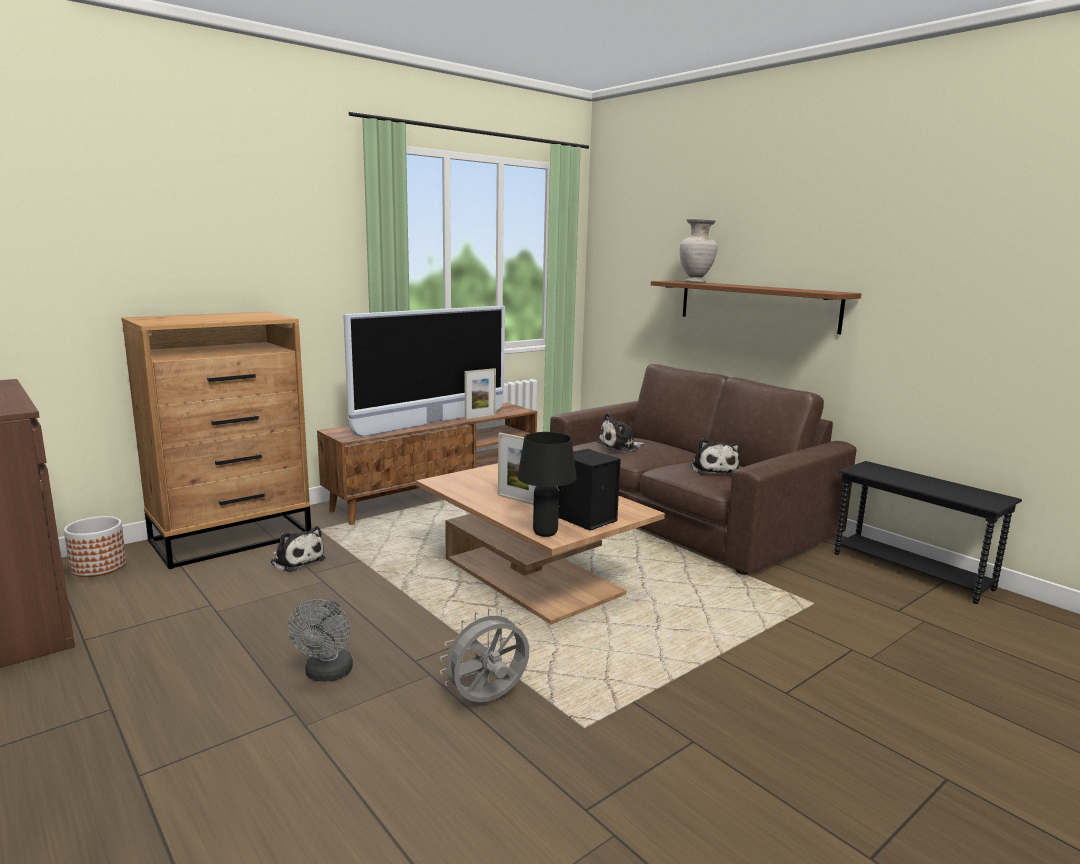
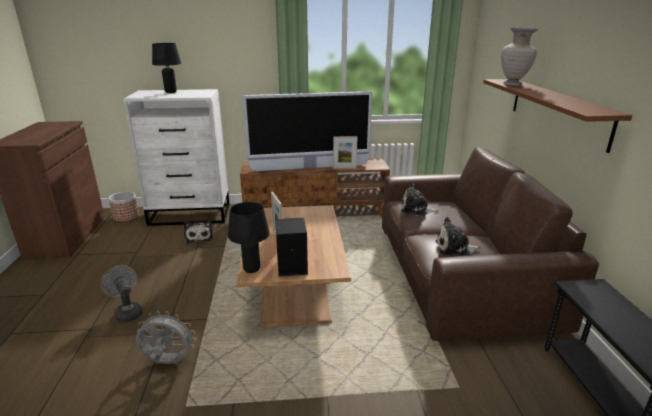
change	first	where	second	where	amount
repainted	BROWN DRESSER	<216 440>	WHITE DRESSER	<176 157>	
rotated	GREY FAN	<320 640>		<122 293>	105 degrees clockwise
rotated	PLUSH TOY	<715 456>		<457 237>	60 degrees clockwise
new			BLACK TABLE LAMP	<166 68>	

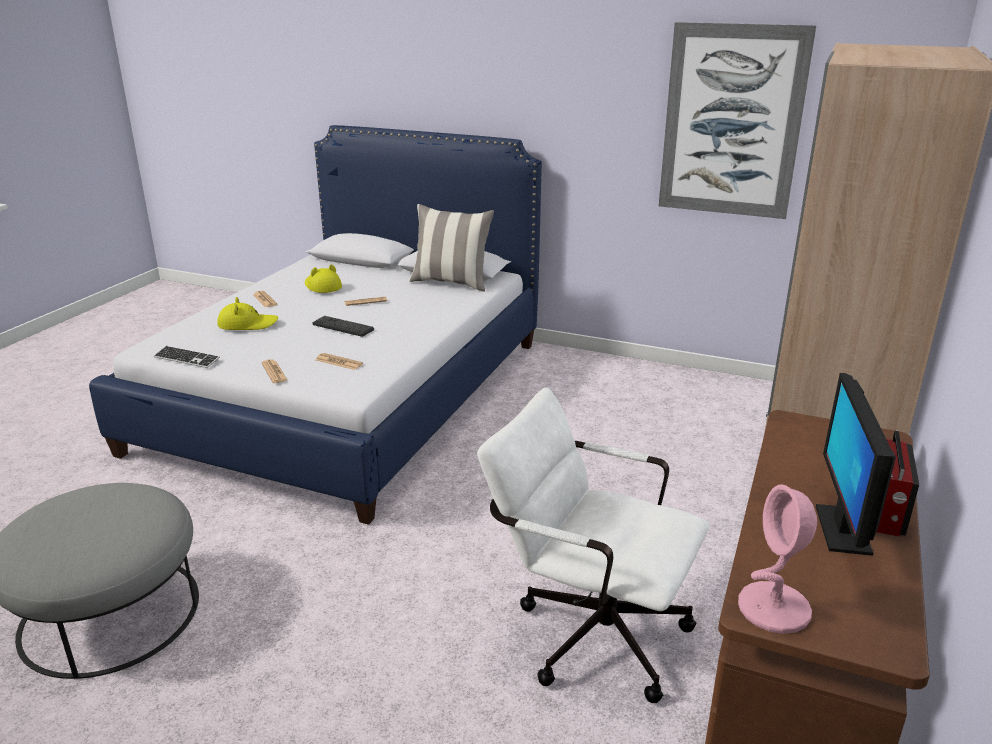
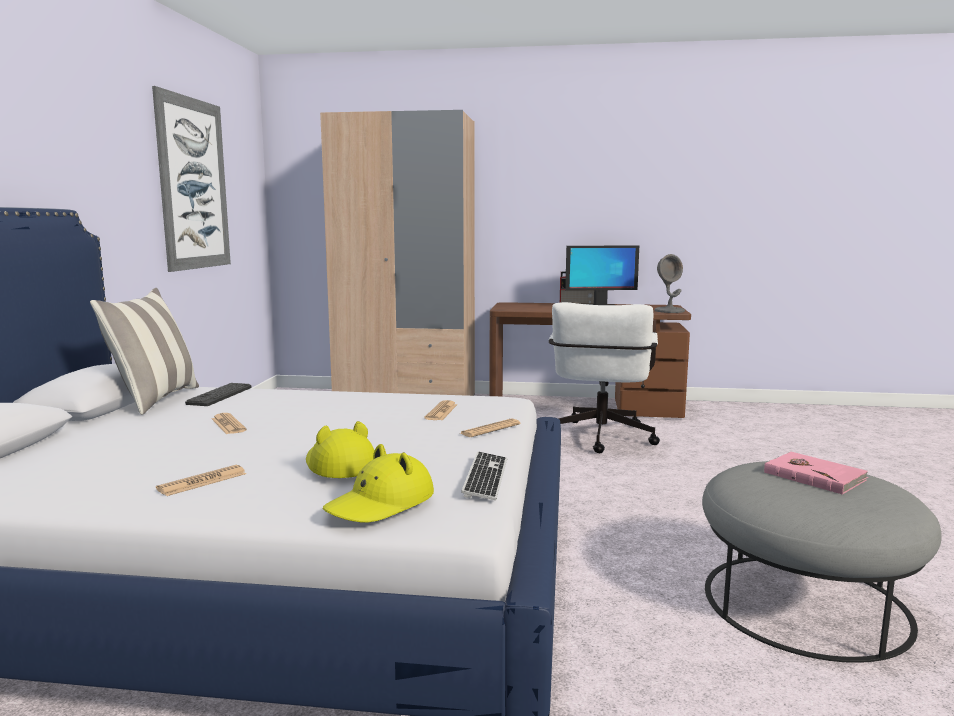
change	first	where	second	where	amount
shifted	YELLOW HAT	<323 279>		<378 483>	
shifted	KEYBOARD	<343 326>		<218 394>	
repainted	PINK TABLE LAMP	<777 559>	GREY TABLE LAMP	<670 283>	
new			PINK BOOK	<816 473>	

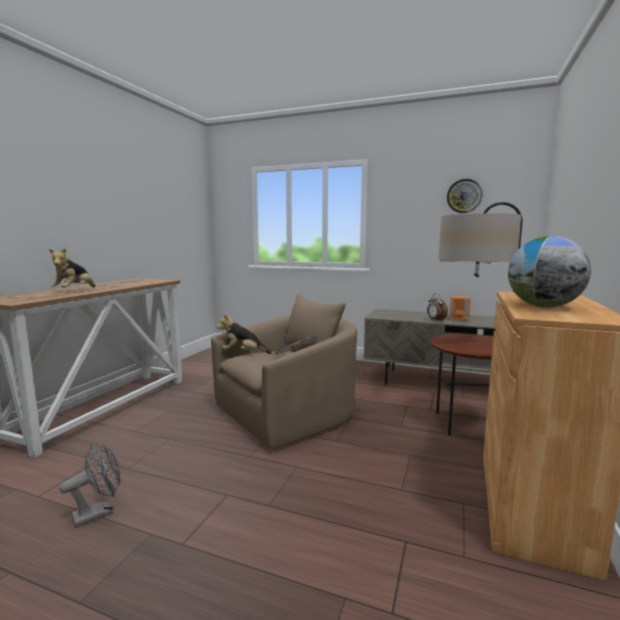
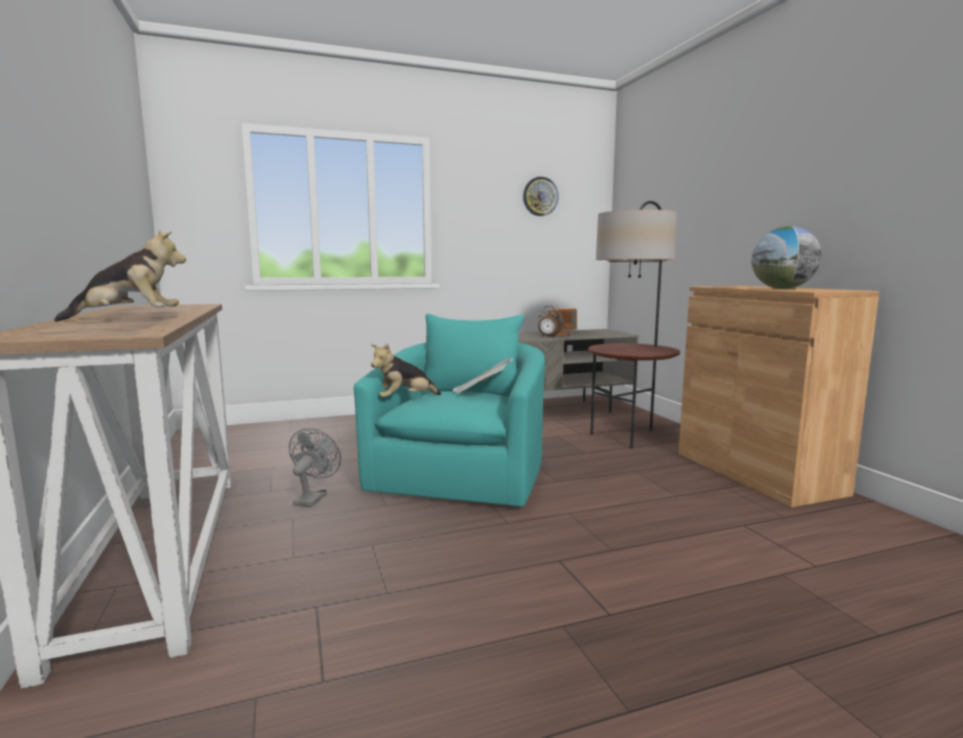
change	first	where	second	where	amount
rotated	PLUSH TOY	<72 267>		<120 275>	75 degrees counterclockwise
shifted	GREY FAN	<90 484>		<315 467>	
repainted	BEIGE ARMCHAIR	<284 371>	TURQUOISE ARMCHAIR	<449 410>	

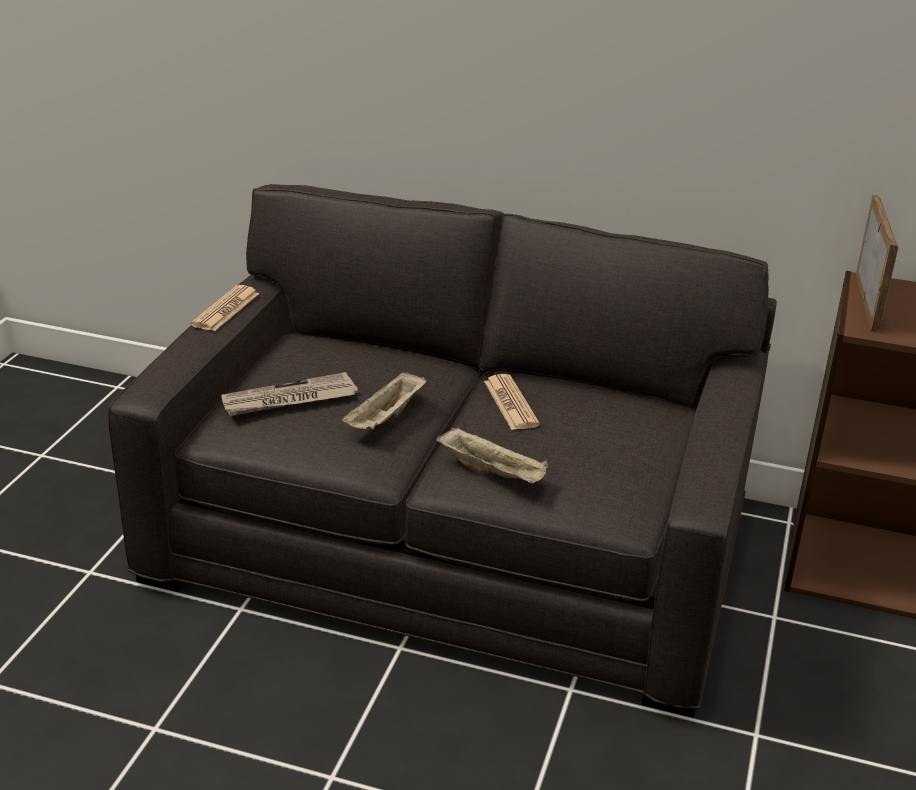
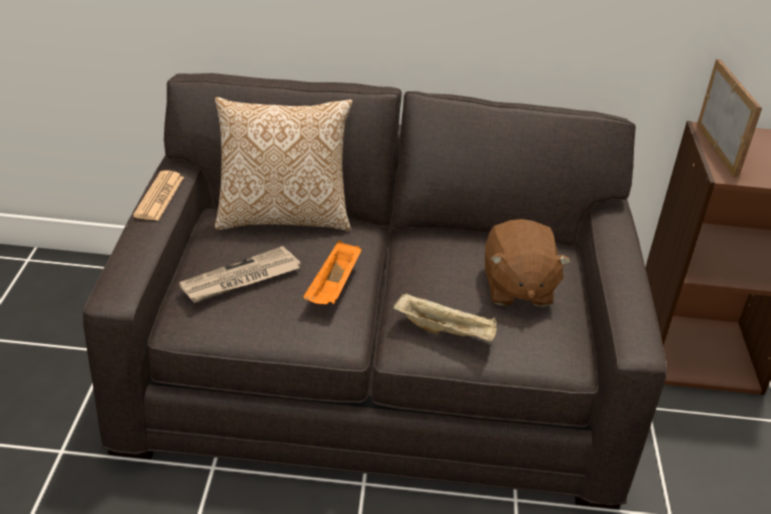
change	first	where	second	where	amount
repainted	BEIGE TRAY	<384 399>	ORANGE TRAY	<332 272>	
gone	NEWSPAPER	<512 402>			
new			PILLOW	<284 164>	
new			BROWN PLUSH TOY	<528 263>	

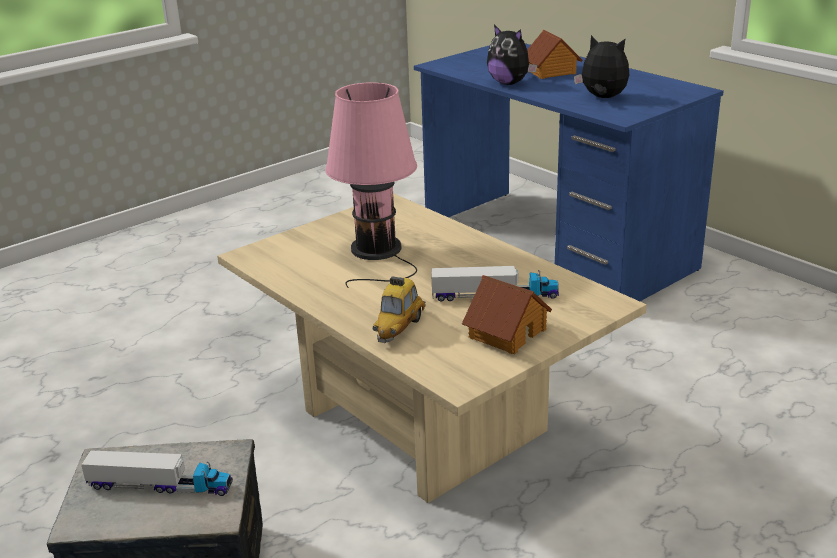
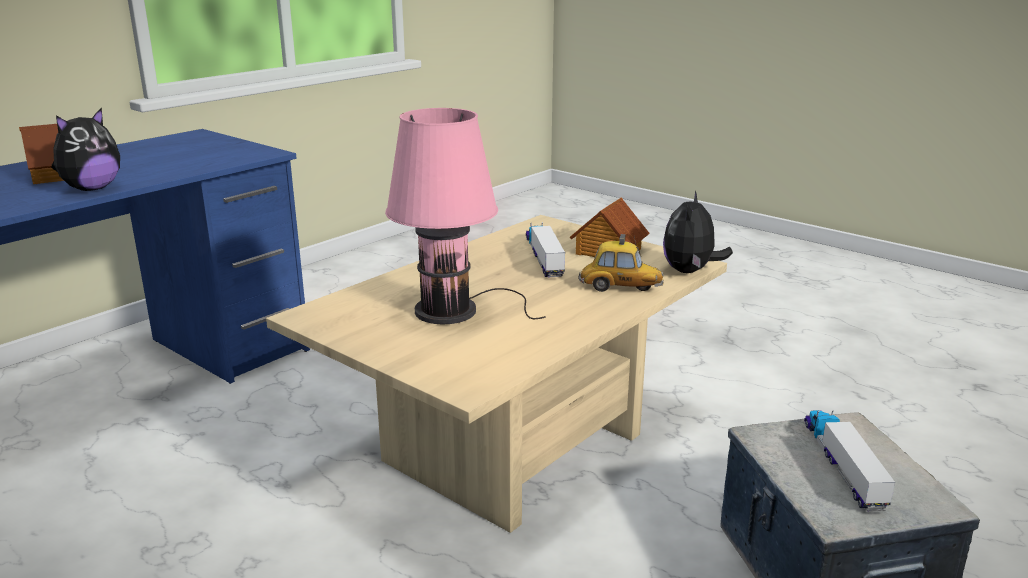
change	first	where	second	where	amount
shifted	PLUSH TOY	<601 66>		<698 232>	

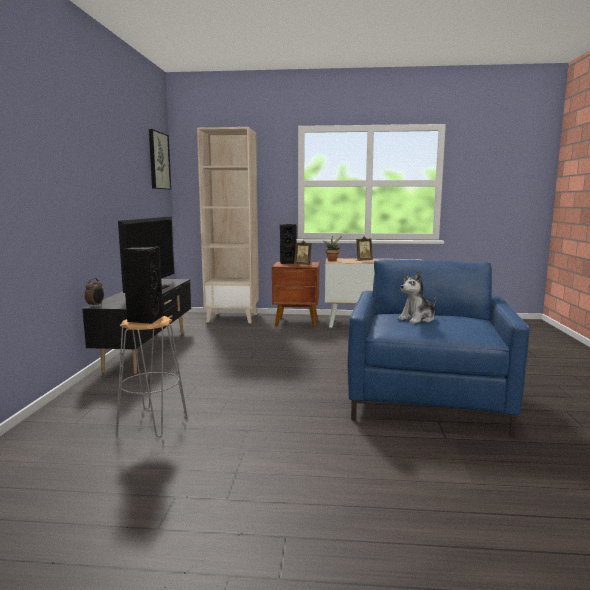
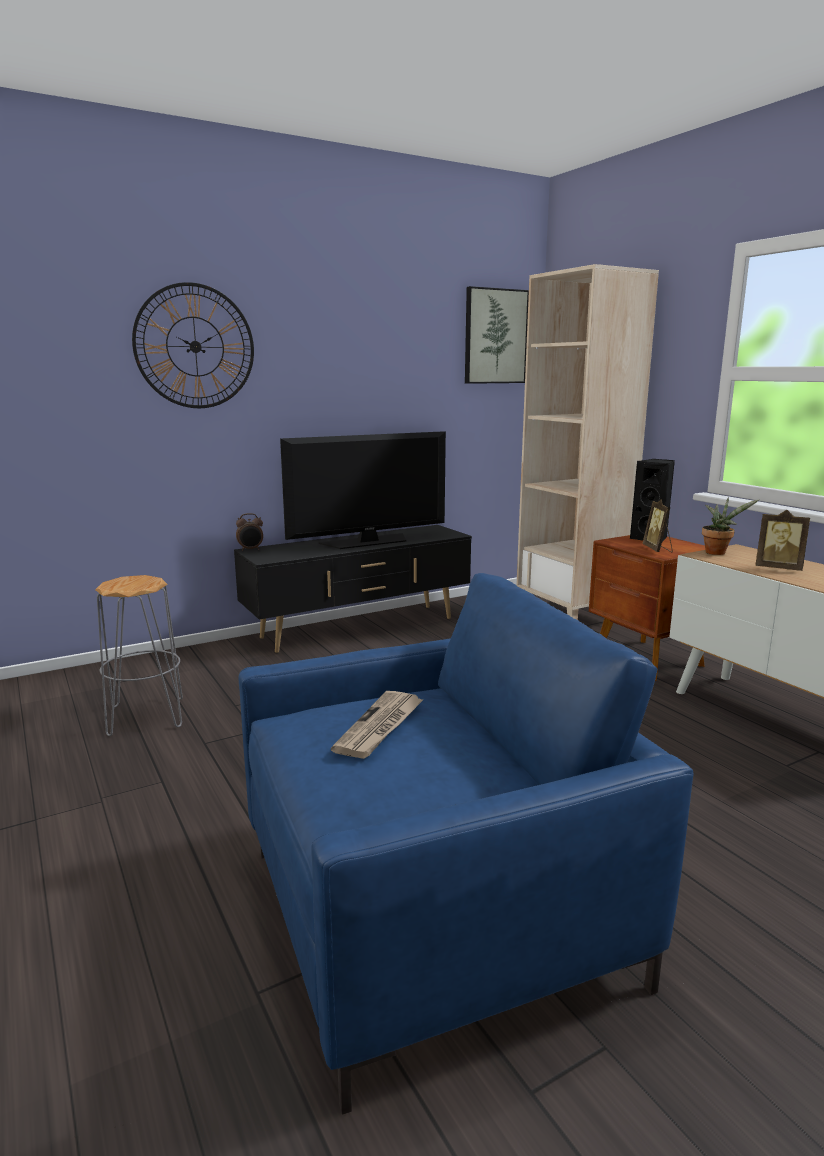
change	first	where	second	where	amount
gone	BLACK SPEAKER	<142 285>			
swapped	PLUSH TOY	<416 297>	NEWSPAPER	<377 725>	
new			WALL CLOCK	<193 345>	

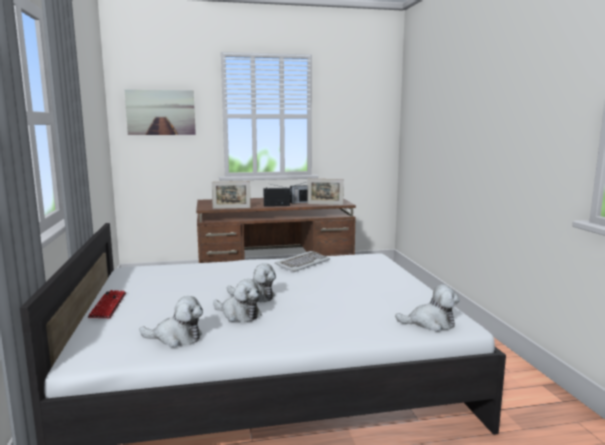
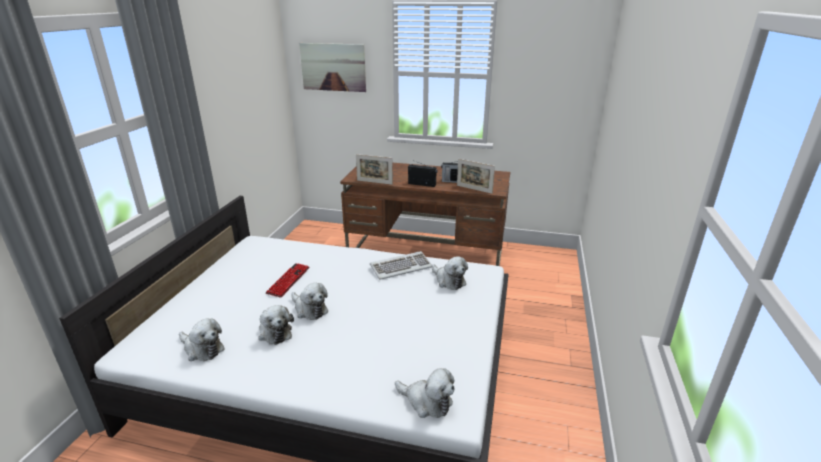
change	first	where	second	where	amount
shifted	KEYBOARD	<107 304>		<288 280>	
new			PLUSH TOY	<450 273>	

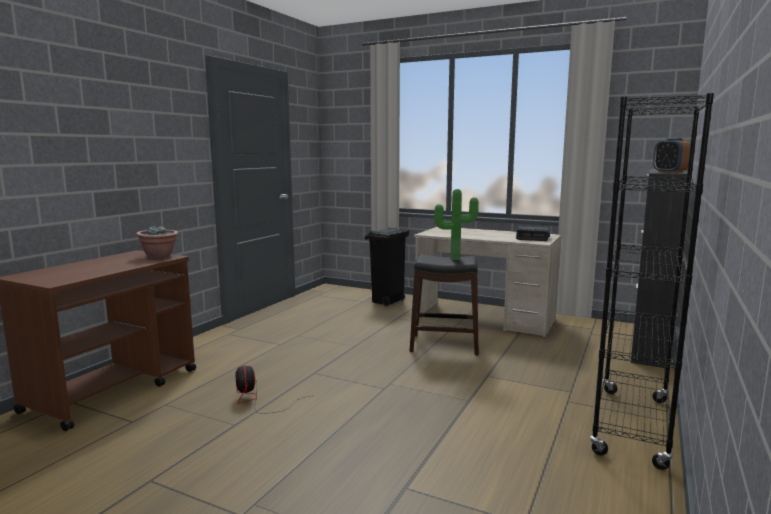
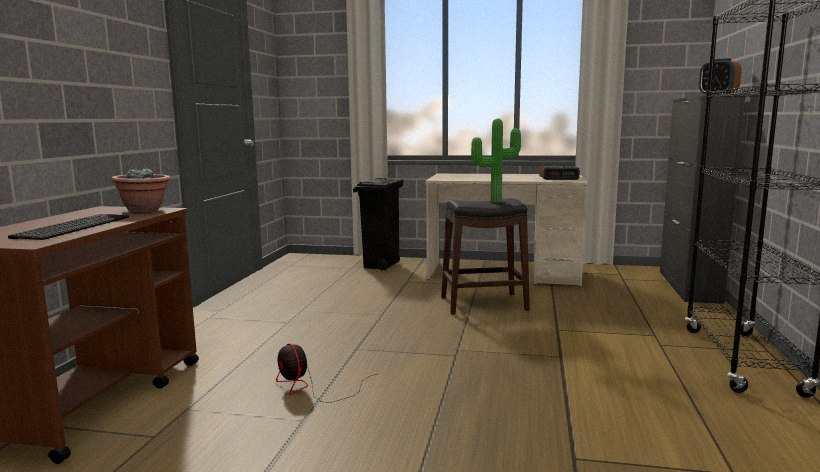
change	first	where	second	where	amount
new			KEYBOARD	<68 227>	

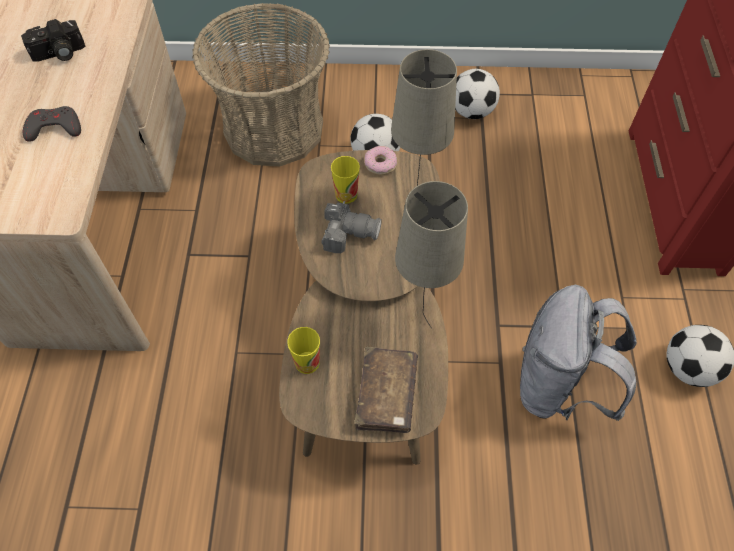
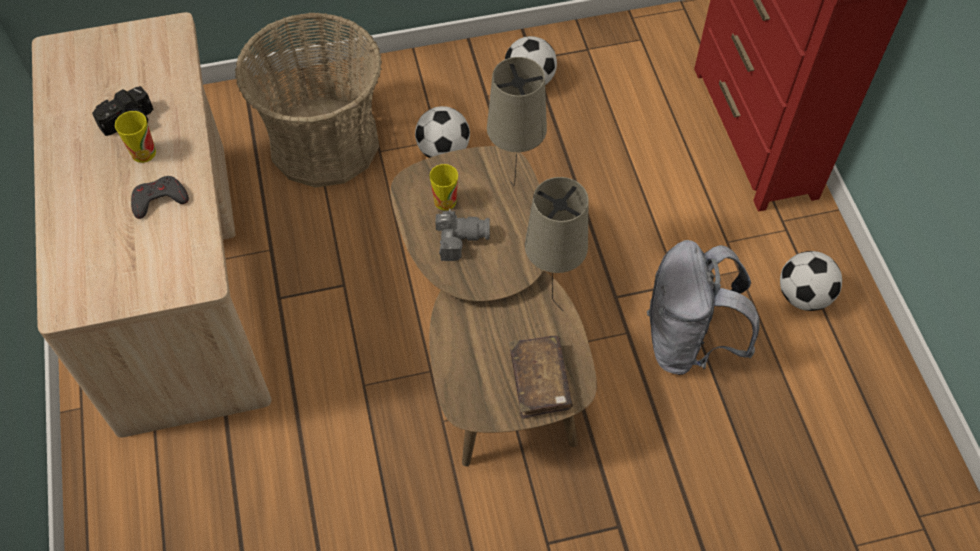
change	first	where	second	where	amount
shifted	CUP	<303 350>		<135 137>	
gone	DONUT	<381 160>			

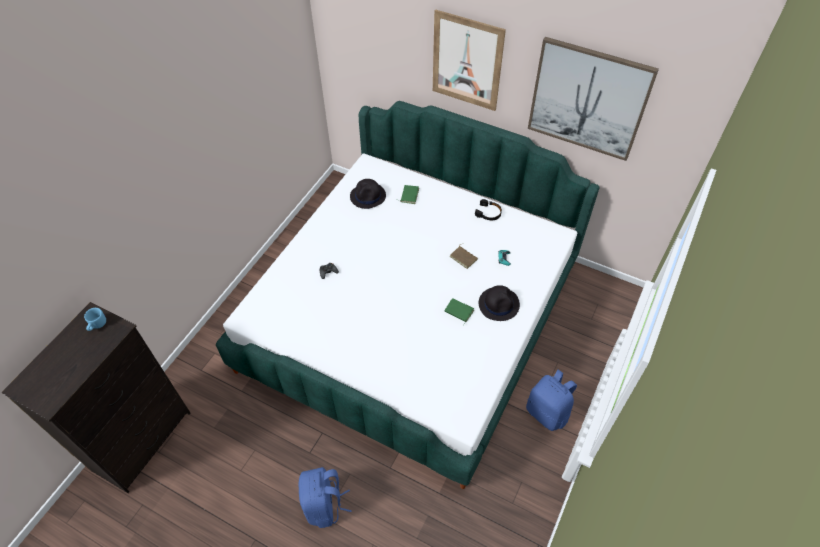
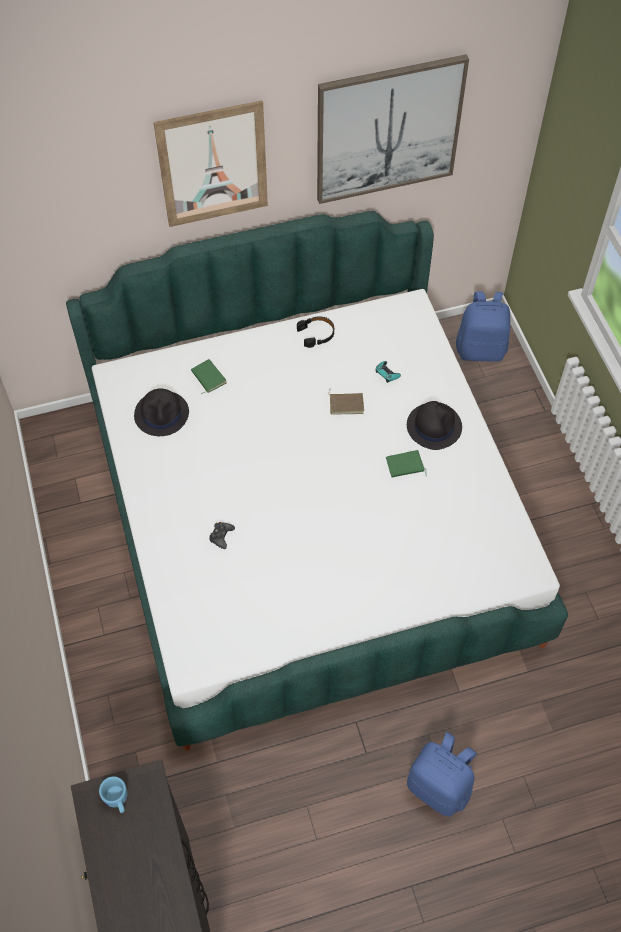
change	first	where	second	where	amount
shifted	BLUE BACKPACK	<551 400>		<483 326>	

